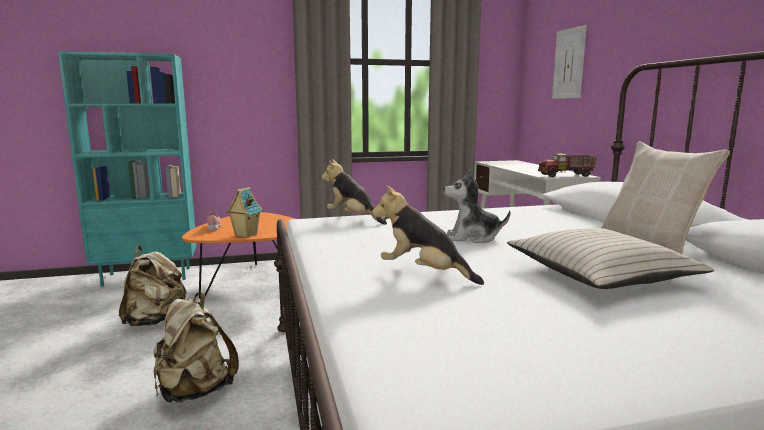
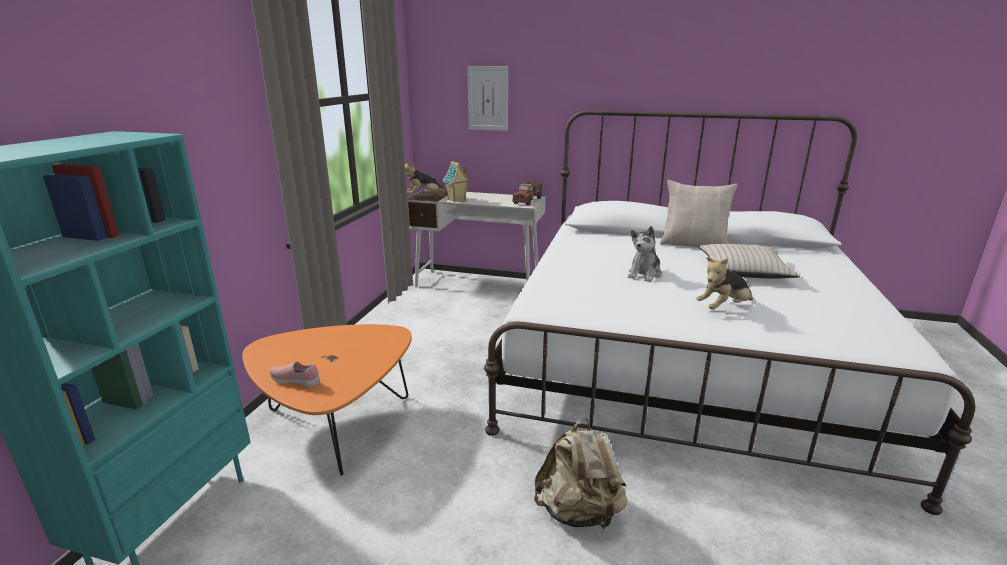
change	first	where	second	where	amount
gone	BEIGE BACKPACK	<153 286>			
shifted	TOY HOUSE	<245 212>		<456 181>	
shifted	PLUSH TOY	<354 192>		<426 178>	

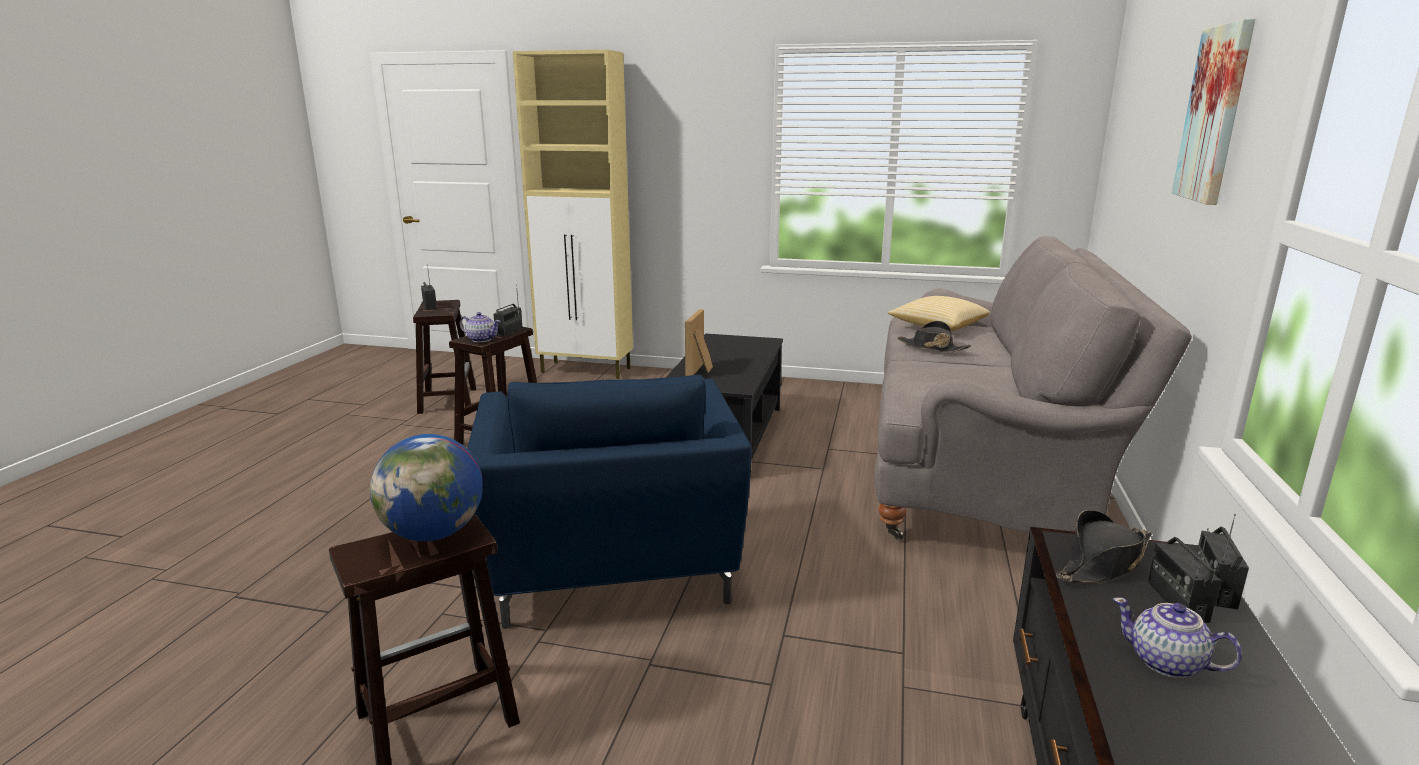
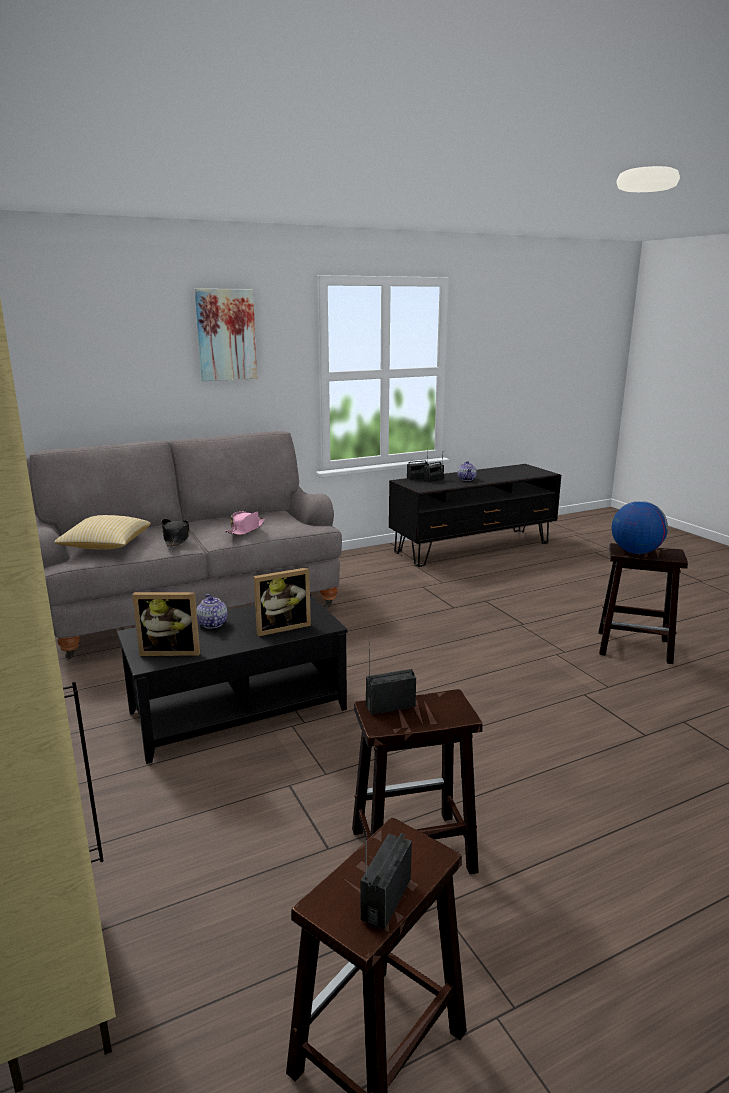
change	first	where	second	where	amount
shifted	TEAPOT	<479 327>		<212 611>	
gone	BLUE ARMCHAIR	<609 502>			
gone	BLACK HAT	<1104 546>			
new			PICTURE FRAME	<166 624>	
new			PINK HAT	<245 523>	

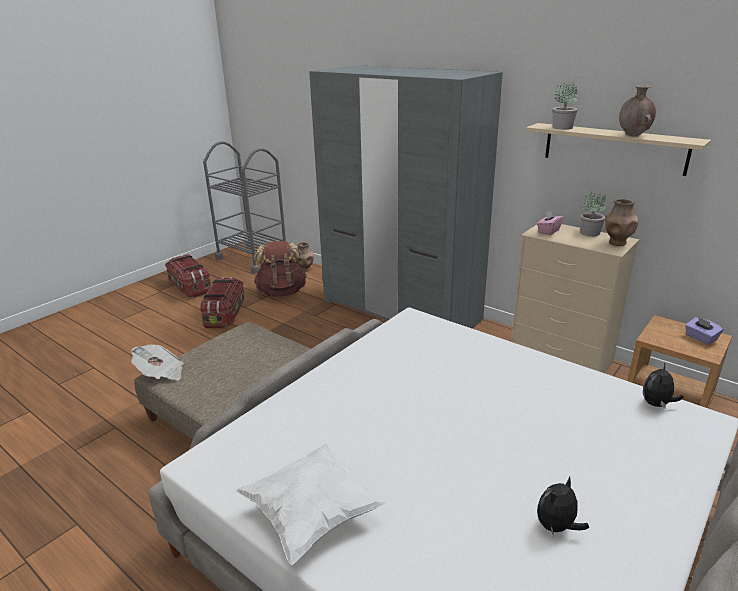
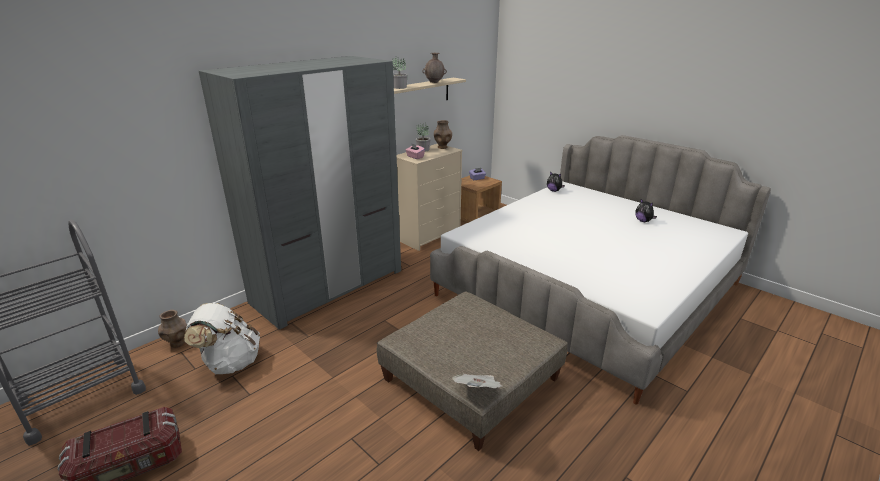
change	first	where	second	where	amount
gone	STORAGE BOX	<222 302>			
gone	WHITE PILLOW	<311 504>			
repainted	BROWN BACKPACK	<280 269>	WHITE BACKPACK	<222 338>	

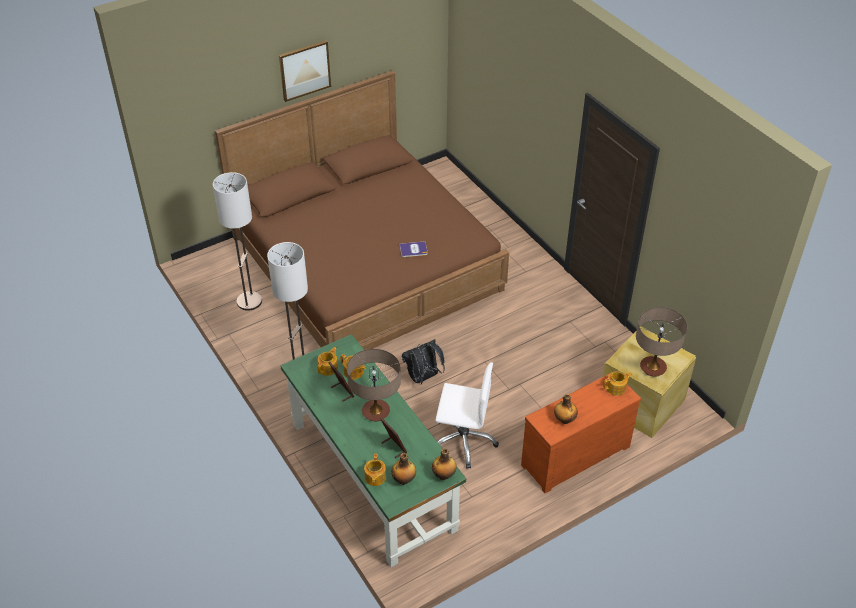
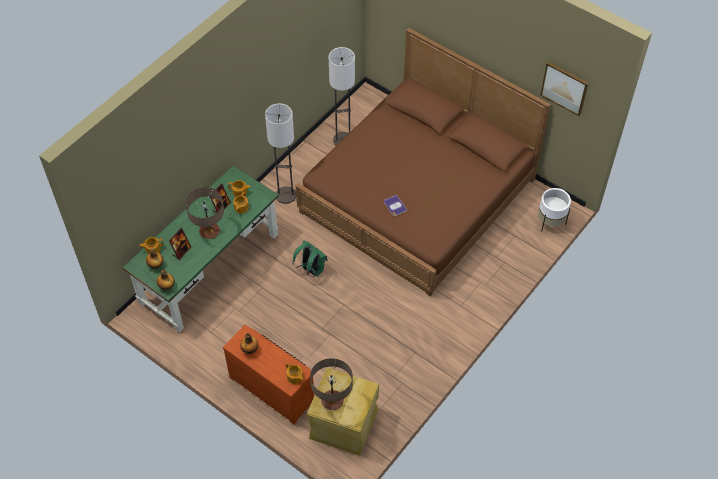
change	first	where	second	where	amount
shifted	PICTURE	<305 71>		<564 89>	
repainted	BLACK BACKPACK	<423 361>	GREEN BACKPACK	<310 259>	
gone	WHITE OFFICE CHAIR	<467 415>			
new			WHITE PLANTER	<554 210>	

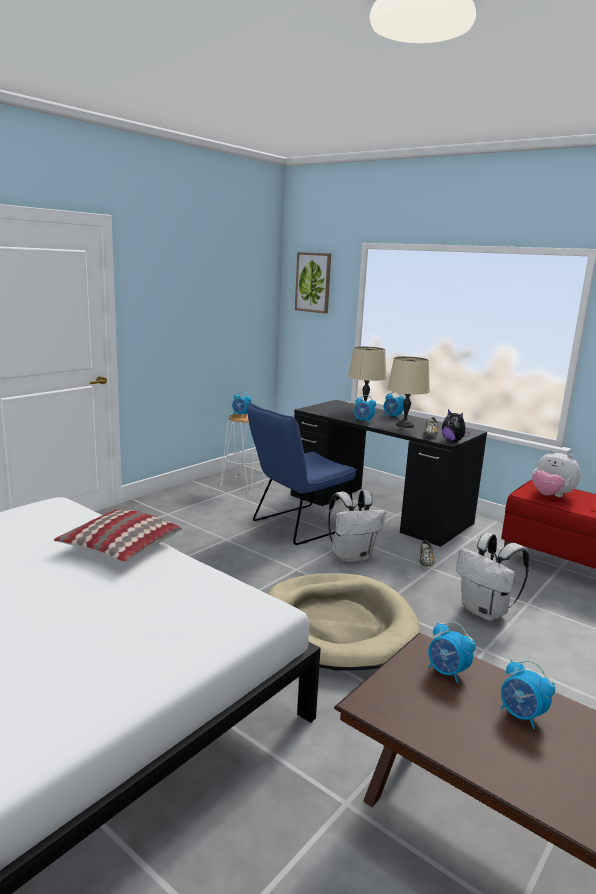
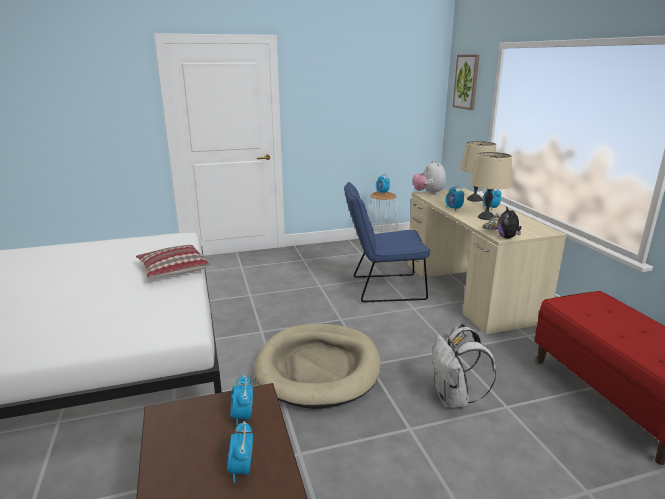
change	first	where	second	where	amount
repainted	BLACK DESK	<389 473>	BEIGE DESK	<487 261>	
gone	WHITE BACKPACK	<357 526>			
shifted	PLUSH TOY	<556 473>		<429 178>	

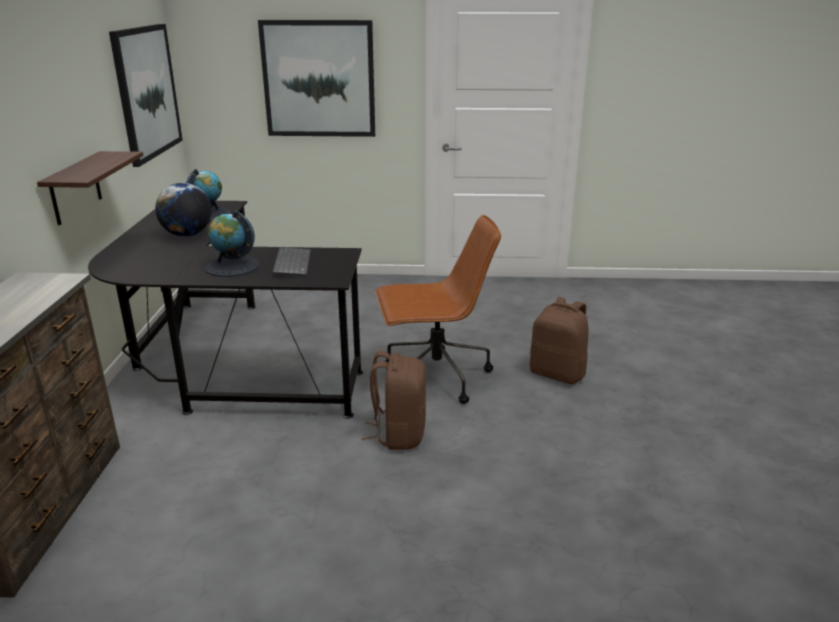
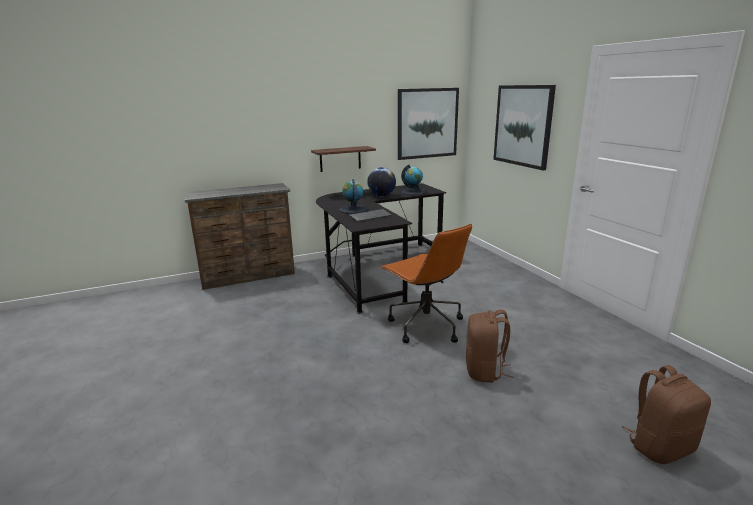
change	first	where	second	where	amount
shifted	BROWN BACKPACK	<393 400>		<666 414>	

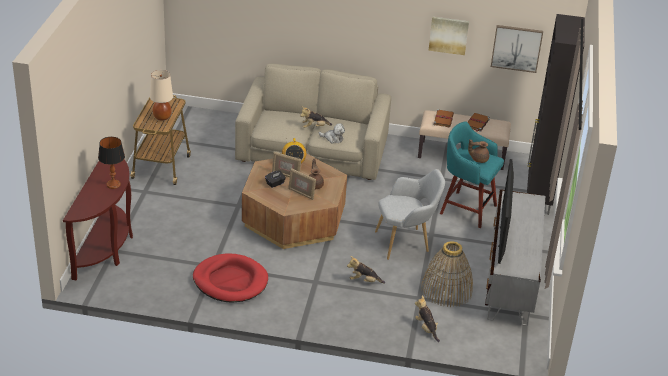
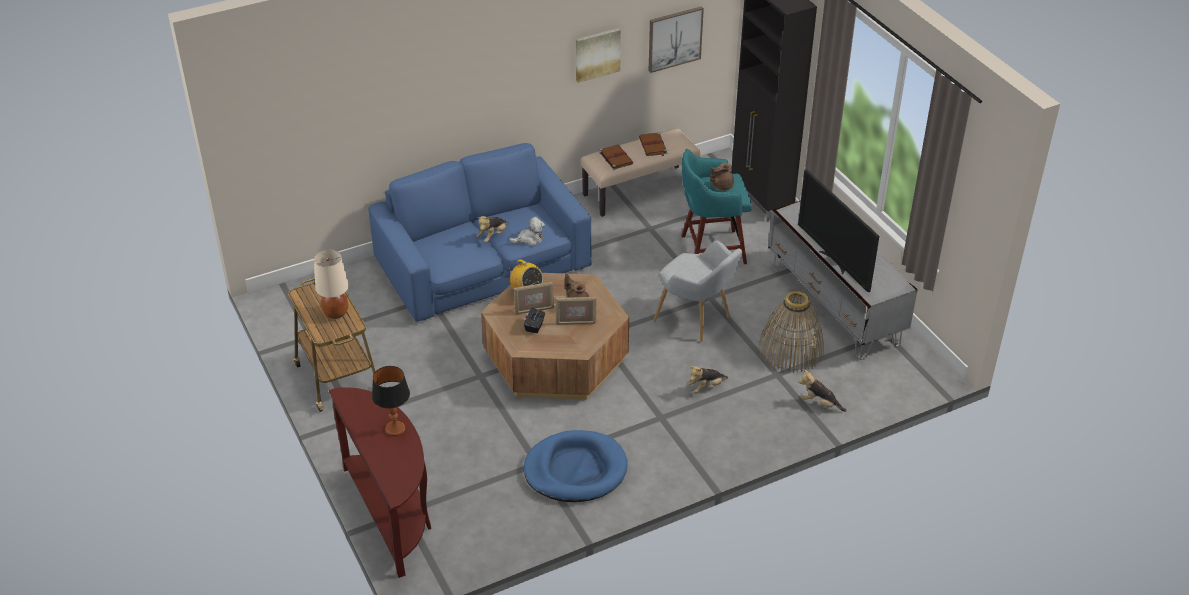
change	first	where	second	where	amount
repainted	RED DOG BED	<230 278>	BLUE DOG BED	<575 466>	
repainted	BEIGE SOFA	<313 122>	BLUE SOFA	<480 232>	
rotated	GREY ARMCHAIR	<410 214>		<697 291>	90 degrees clockwise

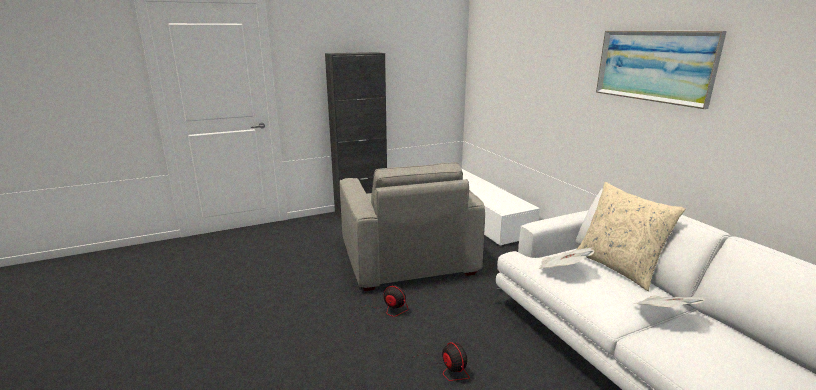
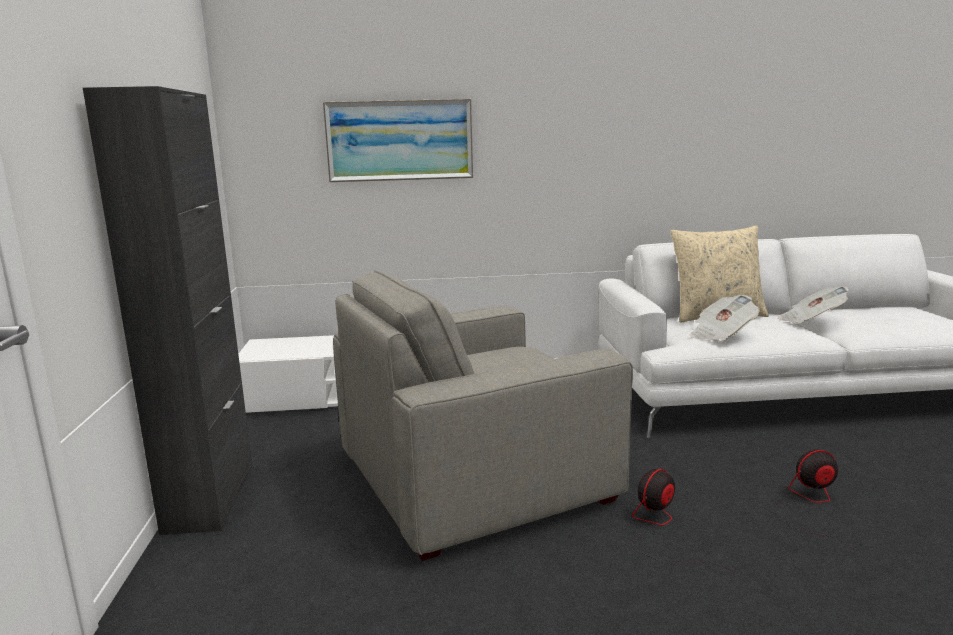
change	first	where	second	where	amount
rotated	GREY ARMCHAIR	<412 226>		<483 415>	150 degrees clockwise
shifted	PICTURE	<661 70>		<398 140>	

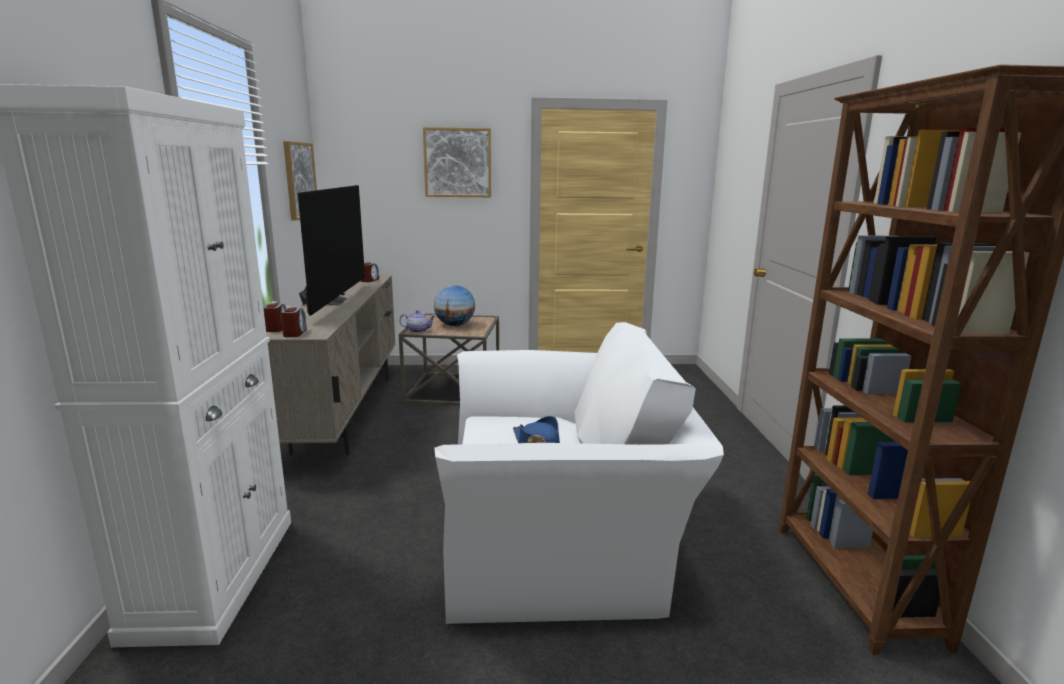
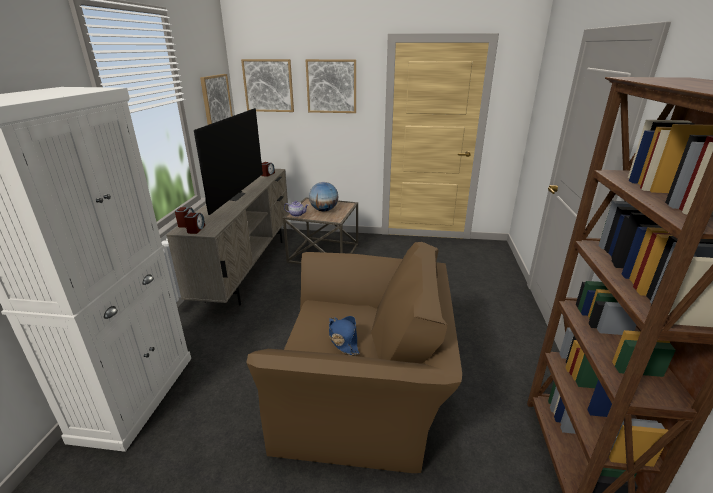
change	first	where	second	where	amount
repainted	WHITE ARMCHAIR	<579 473>	BROWN ARMCHAIR	<354 357>	
new			PICTURE	<267 85>	

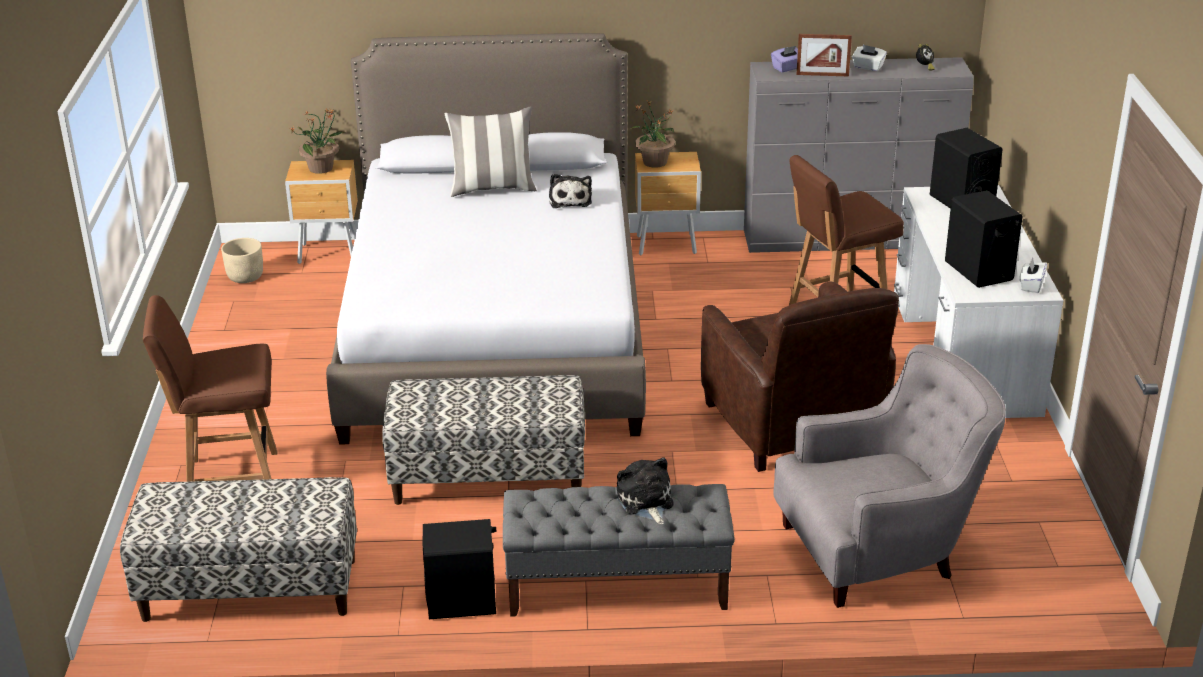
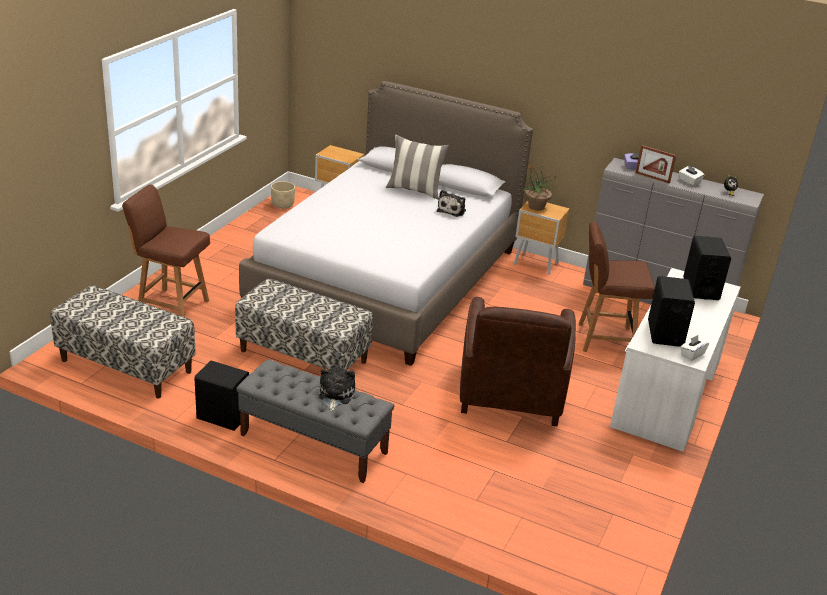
change	first	where	second	where	amount
gone	POTTED PLANT	<318 141>			
gone	GREY ARMCHAIR	<890 476>			

